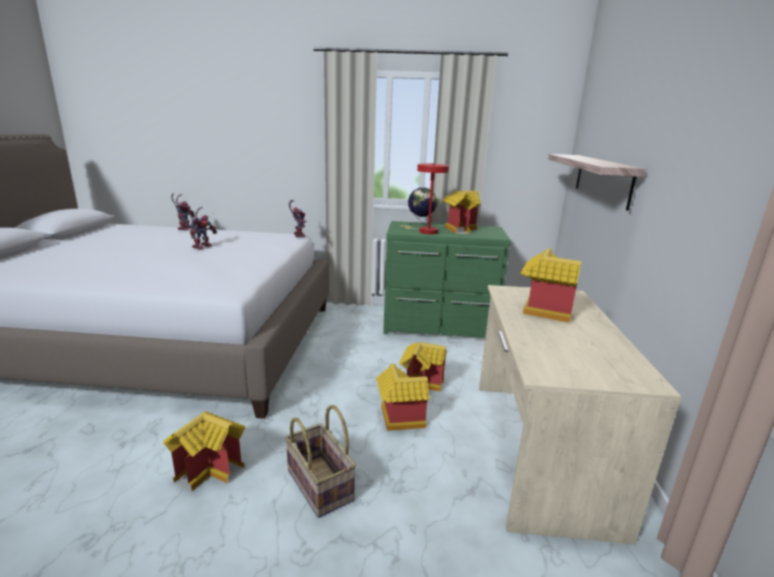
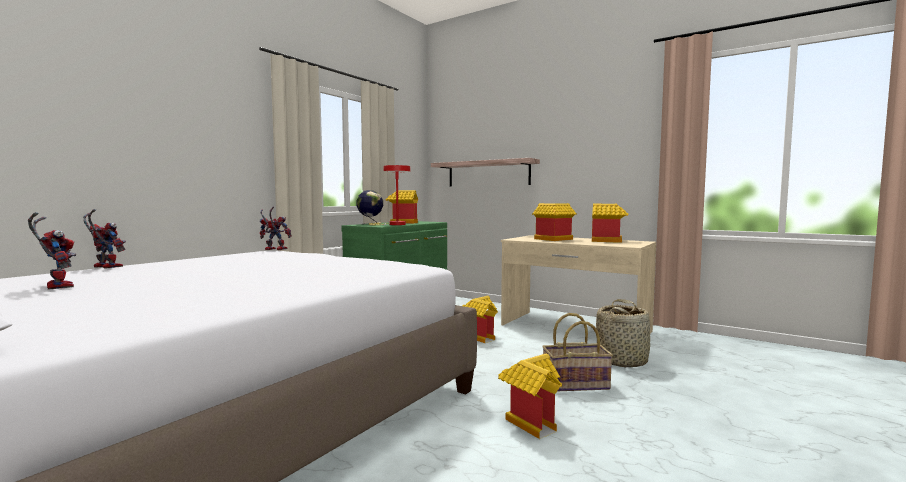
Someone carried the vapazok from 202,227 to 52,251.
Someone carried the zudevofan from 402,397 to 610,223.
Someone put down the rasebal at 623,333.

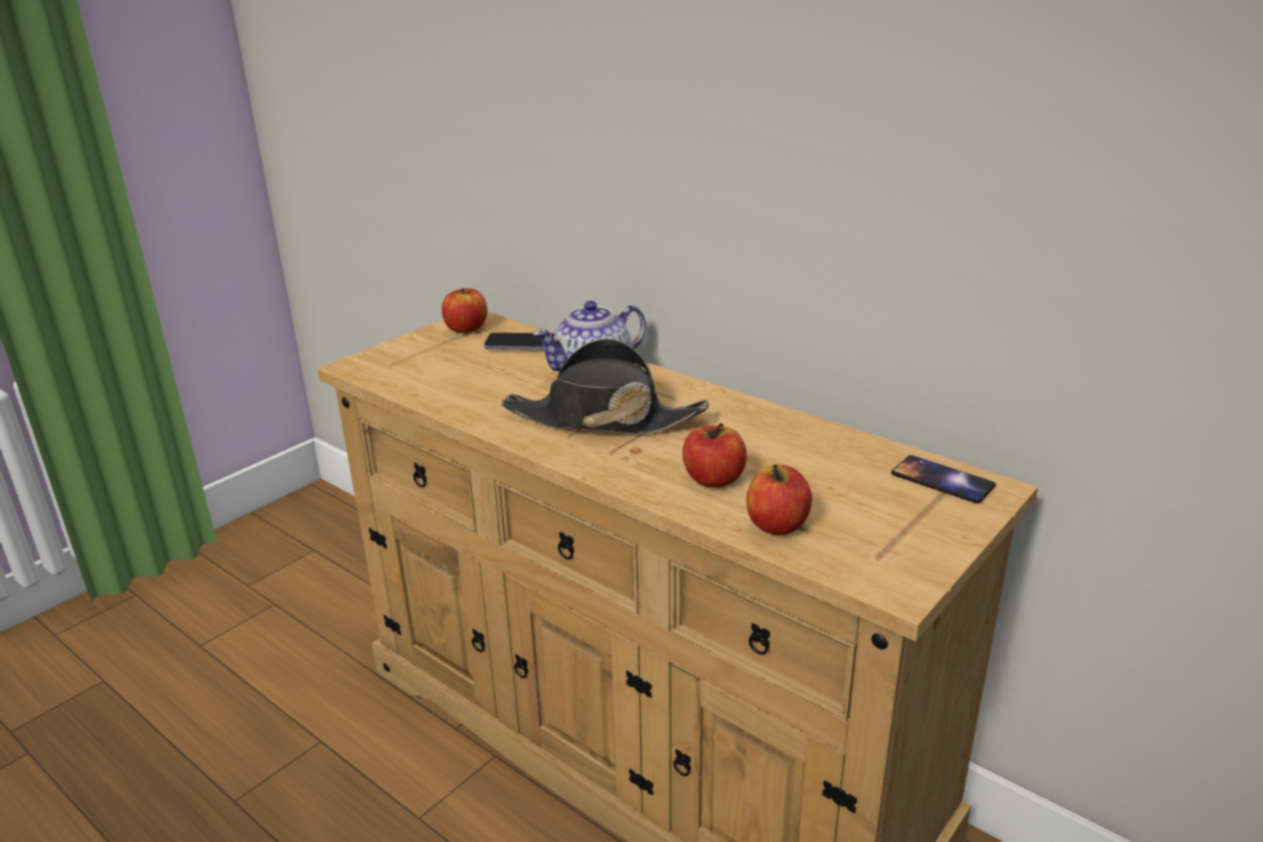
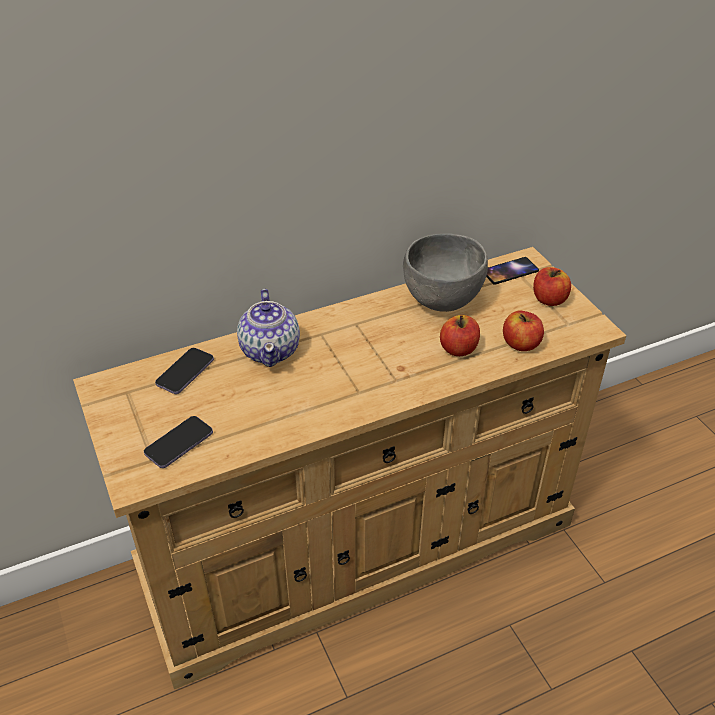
Someone carried the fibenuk from 464,310 to 552,286.
Someone took away the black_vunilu at 605,386.
Someone put down the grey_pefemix at 445,272.
Someone put down the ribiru at 178,442.

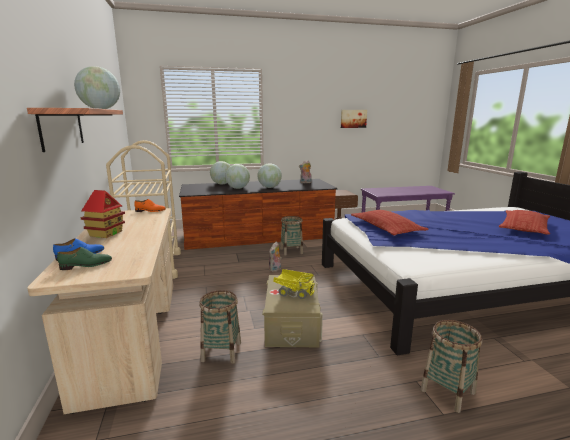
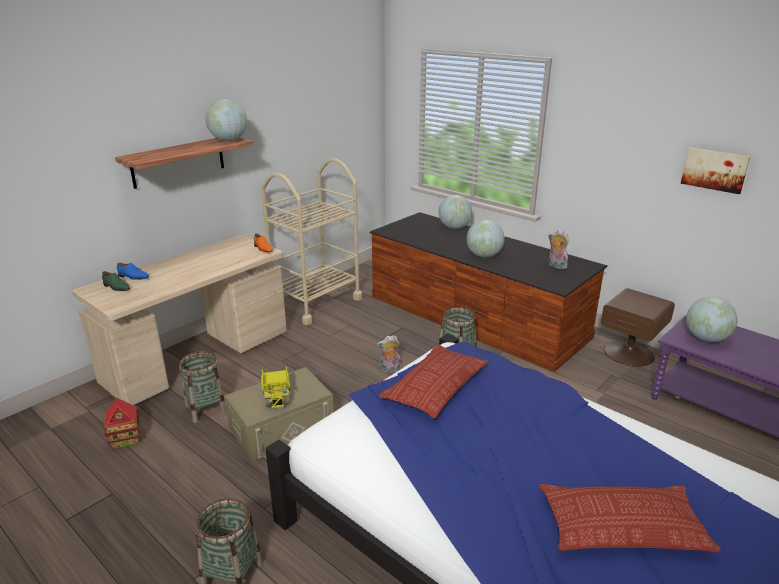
Someone carried the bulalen from 237,176 to 711,319.
Someone carried the zudevofan from 102,214 to 122,423.

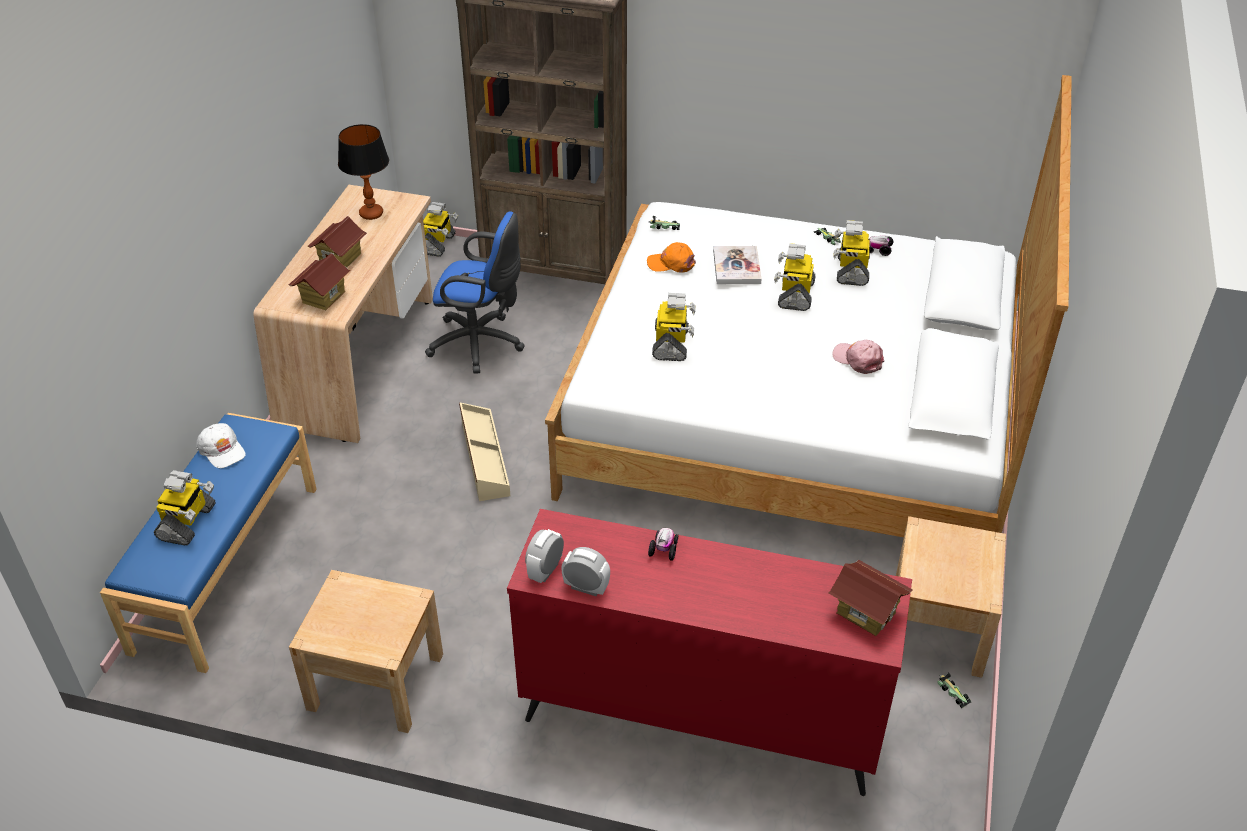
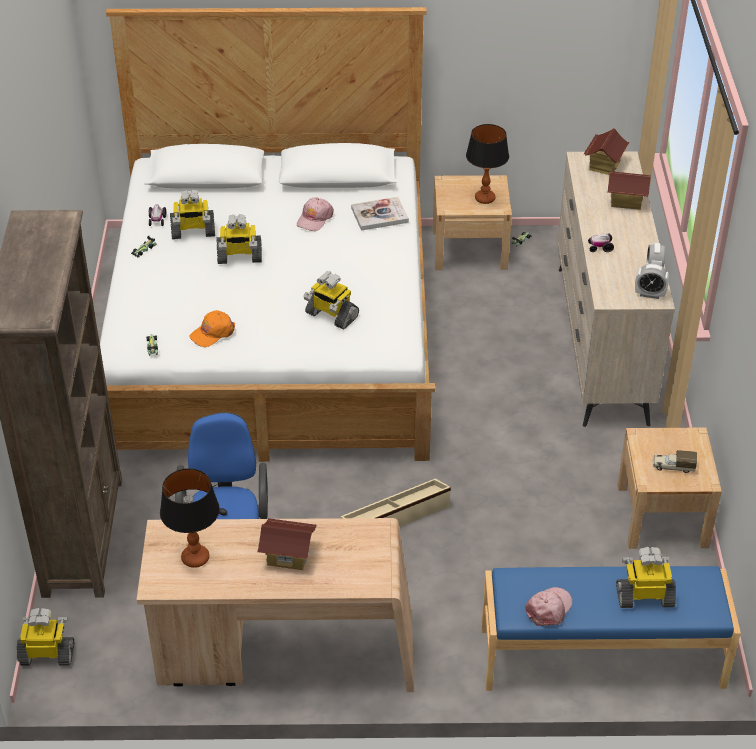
Someone rotated the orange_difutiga at 671,257 by 60 degrees clockwise.
Someone carried the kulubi from 737,265 to 380,214.
Someone carried the zudevofan from 320,281 to 629,190.
Someone rotated the vapazok at 674,327 by 135 degrees counterclockwise.
Someone repainted the white_difutiga at 221,445, which became the pink_difutiga at 548,606.
Someone repainted the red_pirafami at 709,652, which became the beige_pirafami at 616,289.
Someone put down the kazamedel at 487,164.
Someone put down the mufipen at 674,461.

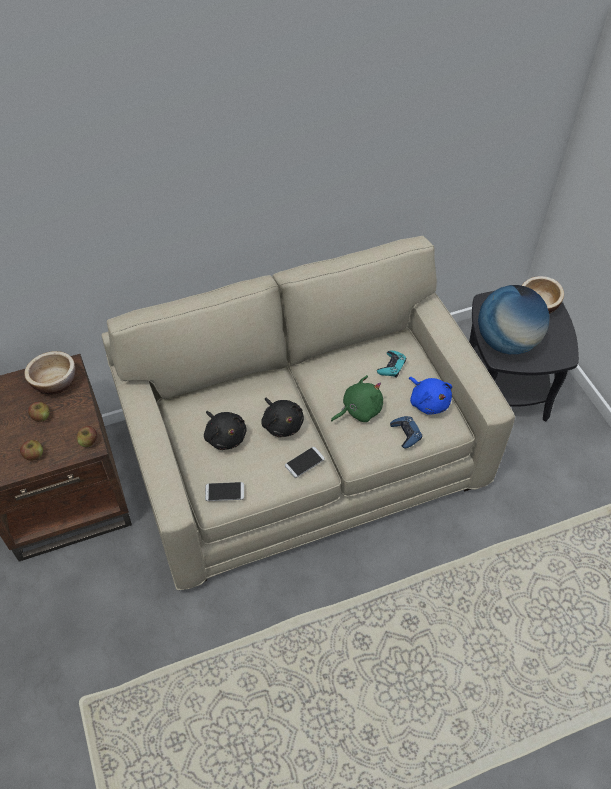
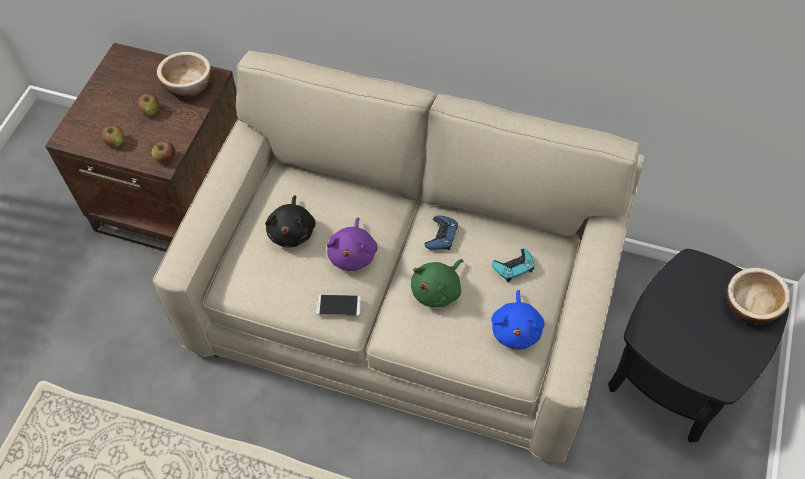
Someone took away the bulalen at 514,319.
Someone rotated the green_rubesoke at 357,398 by 120 degrees clockwise.
Someone repainted the black_rubesoke at 282,417, which became the purple_rubesoke at 352,244.
Someone carried the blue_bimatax from 406,432 to 441,232.
Someone took away the ribiru at 224,491.

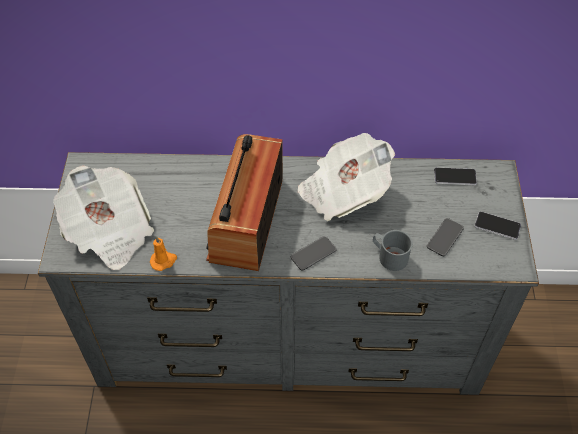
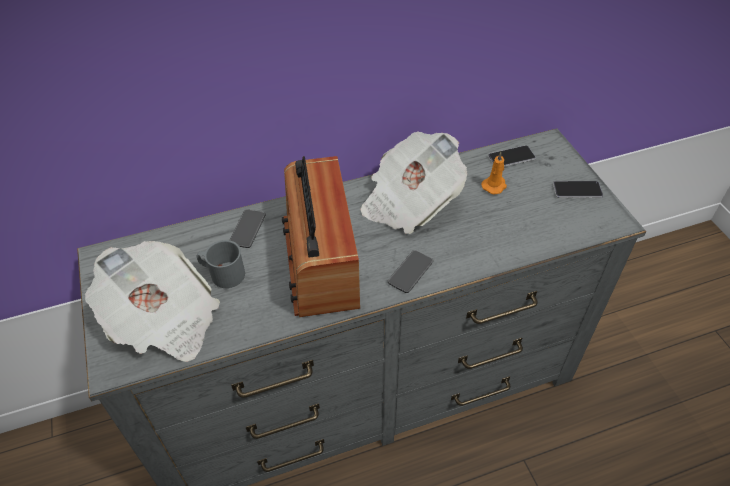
Someone carried the ribiru from 445,237 to 247,228.
Someone carried the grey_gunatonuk from 393,250 to 220,264.
Someone carried the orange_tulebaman from 163,253 to 494,173.

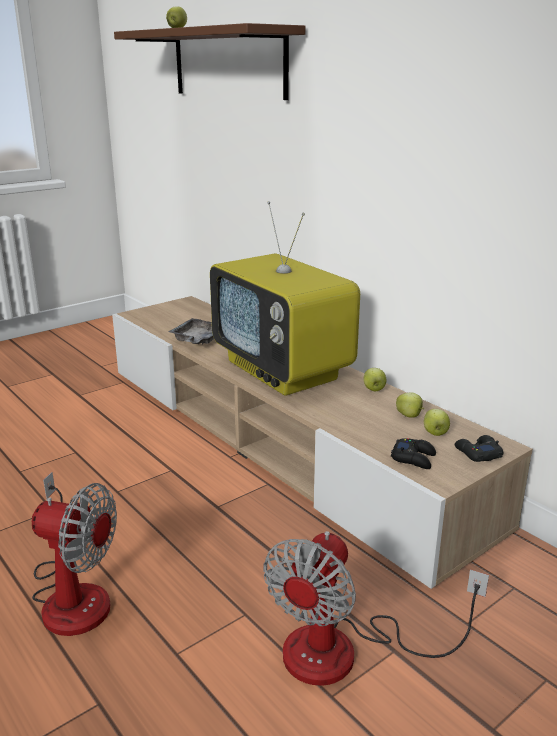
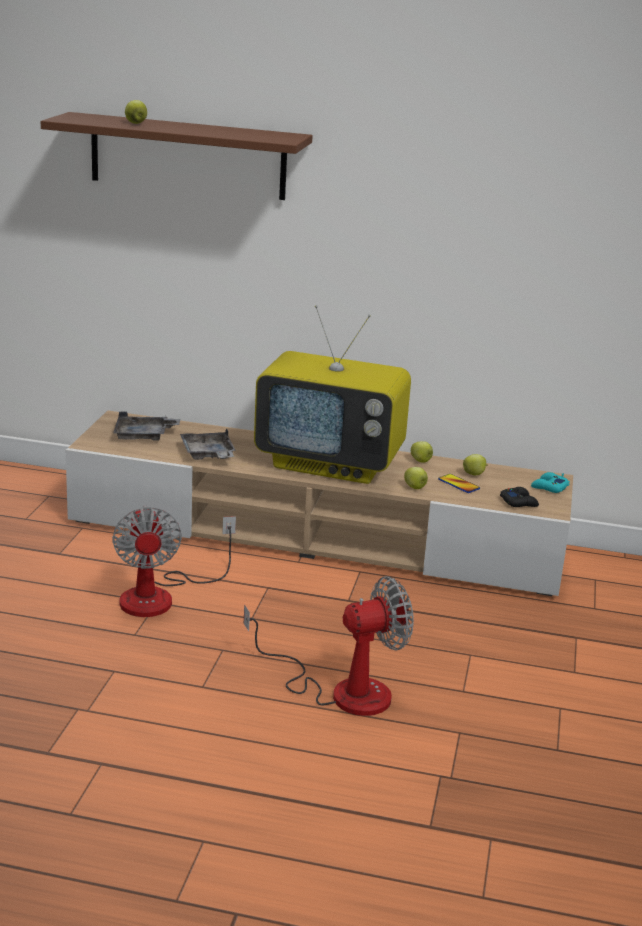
Someone carried the fibenuk from 437,422 to 416,478.
Someone repainted the black_bimatax at 479,448, which became the turquoise_bimatax at 550,482.
Someone carried the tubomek from 376,608 to 174,561.
Someone put down the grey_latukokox at 146,426.
Someone put down the ribiru at 459,483.

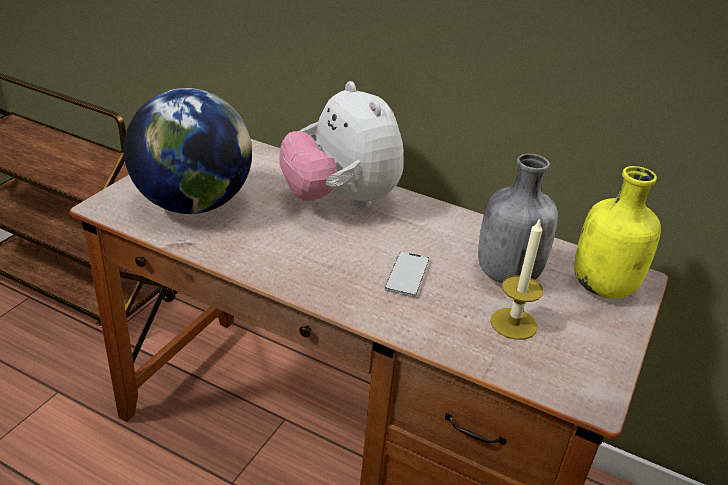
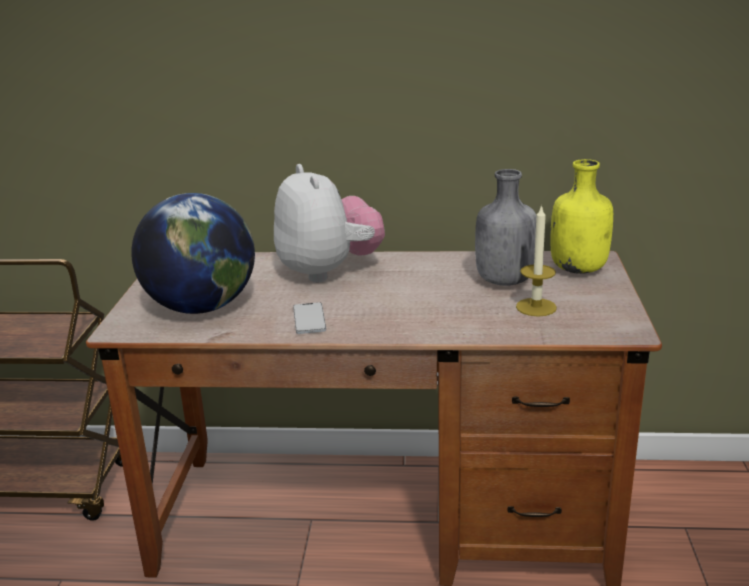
Someone rotated the rubesoke at 341,144 by 150 degrees counterclockwise.
Someone carried the ribiru from 407,274 to 309,318.

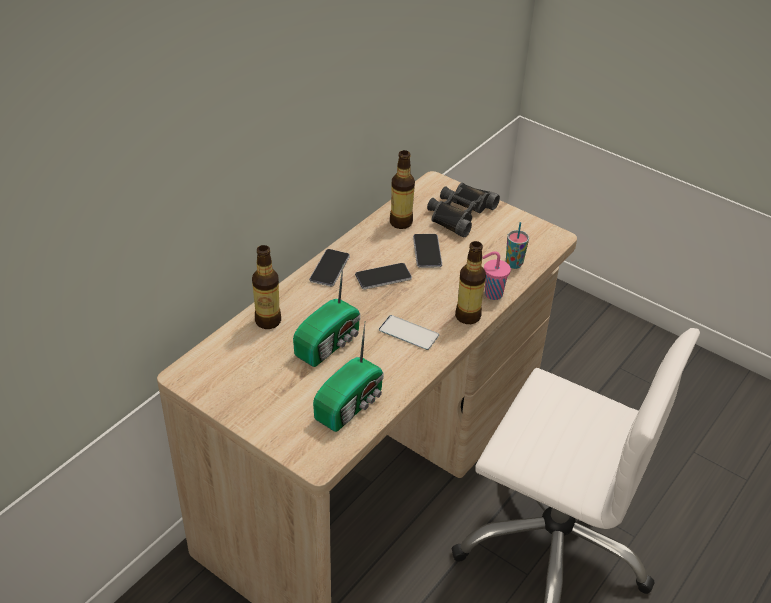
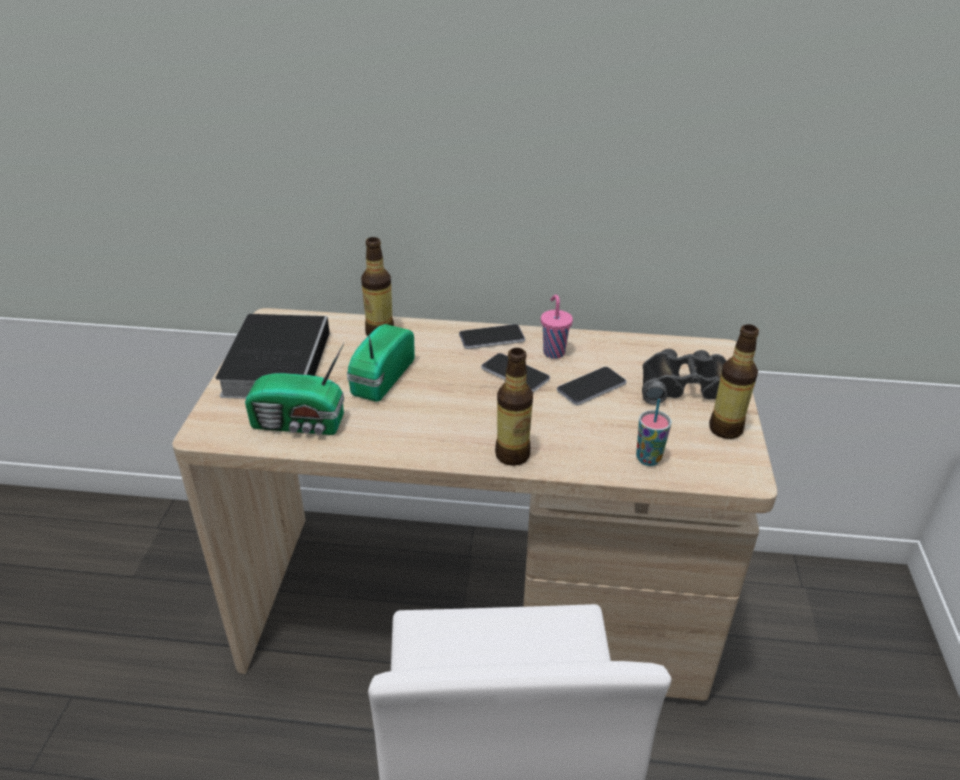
Someone carried the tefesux from 402,189 to 734,381.
Someone carried the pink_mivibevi from 496,275 to 557,327.
Someone rotated the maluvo at 327,316 by 105 degrees clockwise.
Someone took away the ribiru at 409,332.
Someone put down the kulubi at 273,356.

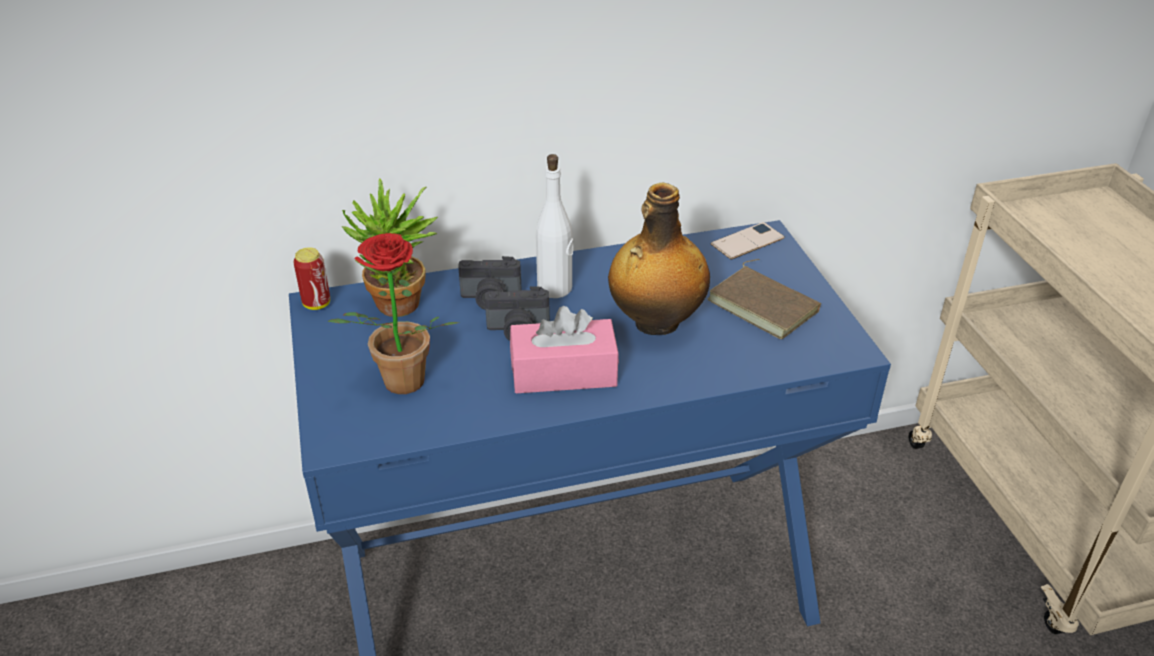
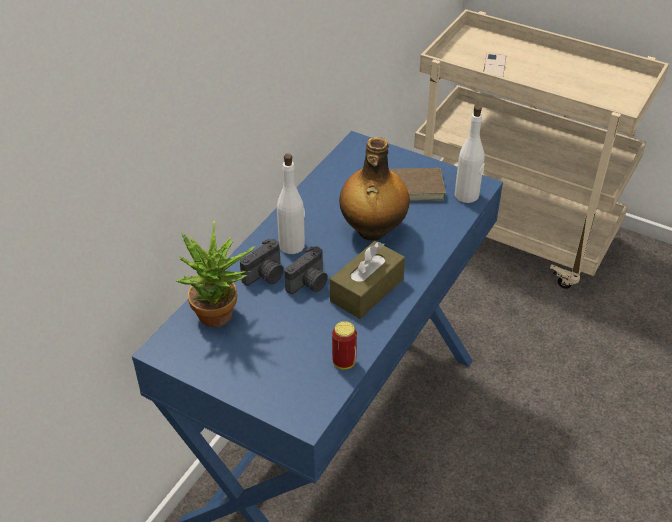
Someone carried the ribiru from 748,240 to 494,65.
Someone took away the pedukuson at 393,313.
Someone carried the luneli from 312,279 to 344,345.
Someone repainted the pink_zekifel at 564,350, which became the brown_zekifel at 367,280.
Someone put down the white_tefesux at 469,154.

